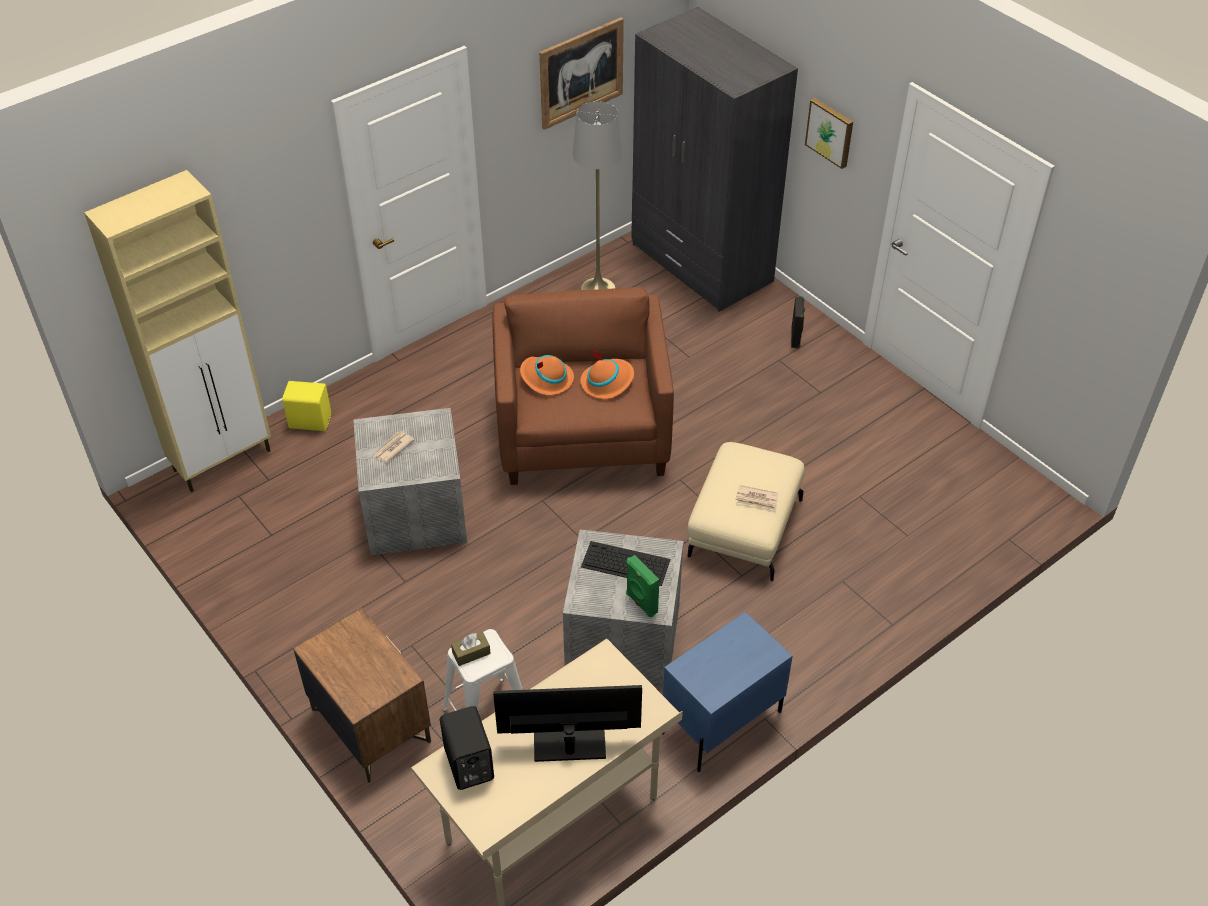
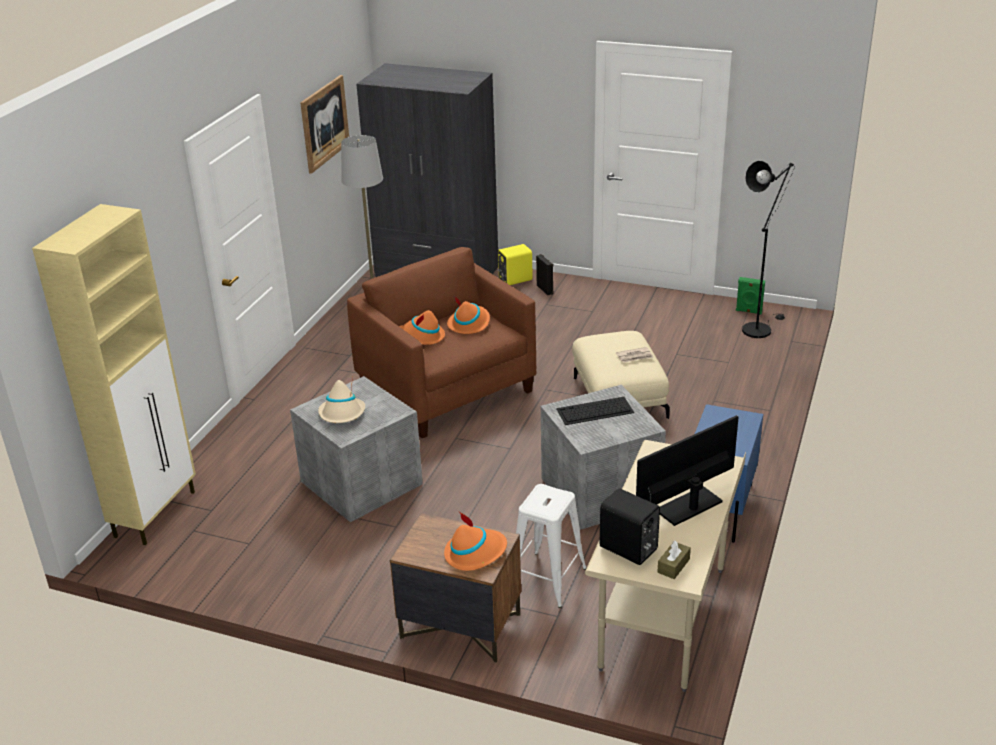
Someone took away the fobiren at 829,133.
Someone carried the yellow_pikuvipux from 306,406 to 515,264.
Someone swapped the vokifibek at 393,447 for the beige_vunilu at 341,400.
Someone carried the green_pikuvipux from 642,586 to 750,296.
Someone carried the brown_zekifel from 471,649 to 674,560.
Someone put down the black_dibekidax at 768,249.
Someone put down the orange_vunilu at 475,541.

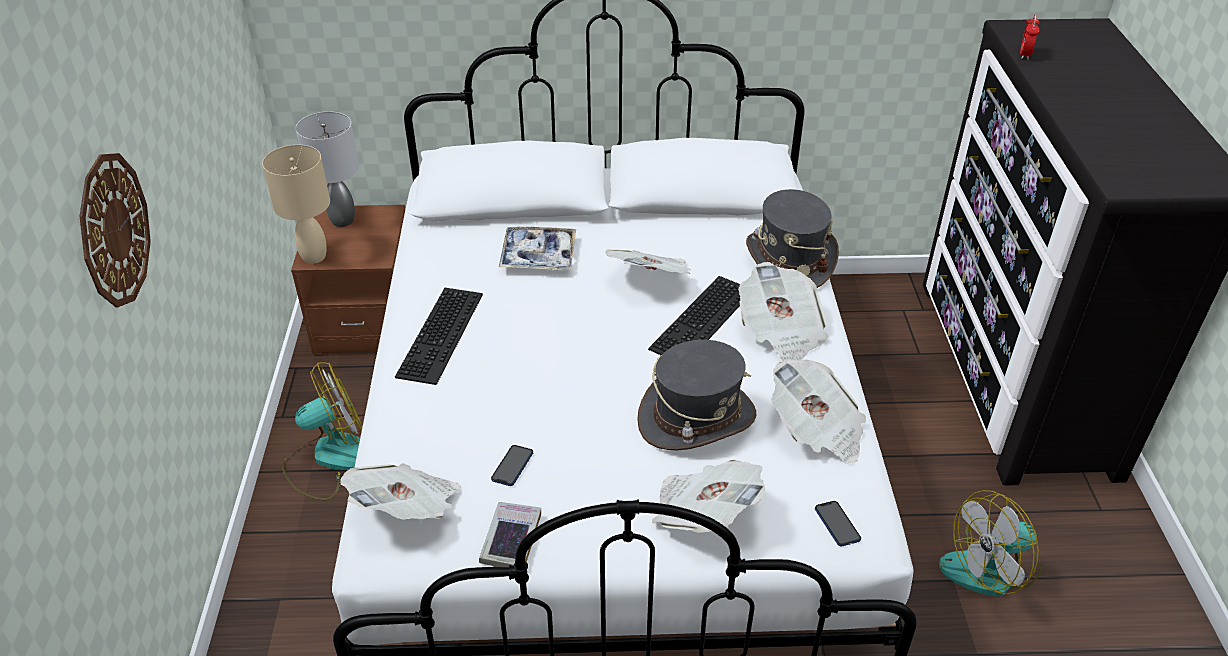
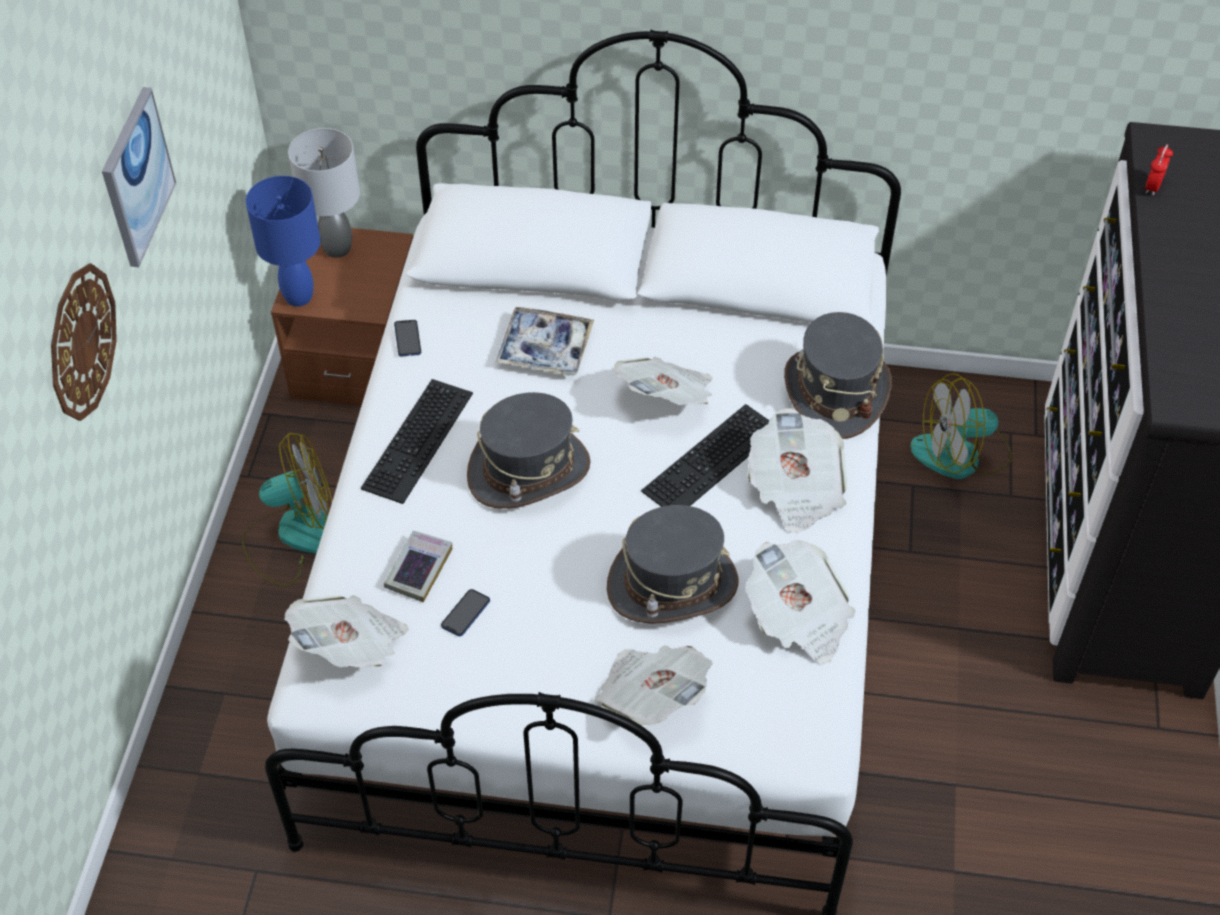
Someone repainted the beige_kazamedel at 296,204, which became the blue_kazamedel at 283,241.
Someone carried the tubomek from 990,543 to 961,426.
Someone carried the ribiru from 838,524 to 407,338.
Someone carried the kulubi from 510,534 to 418,566.
Someone put up the fobiren at 139,177.
Someone put down the grey_vunilu at 529,450.

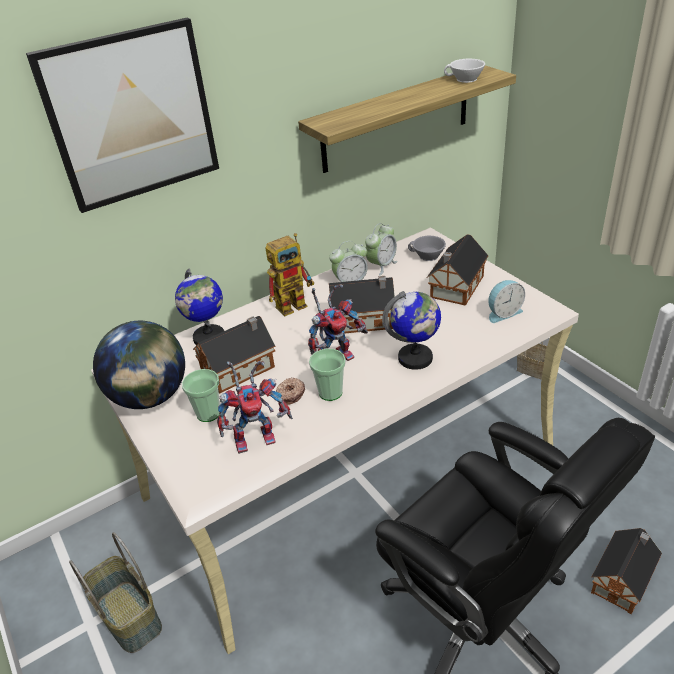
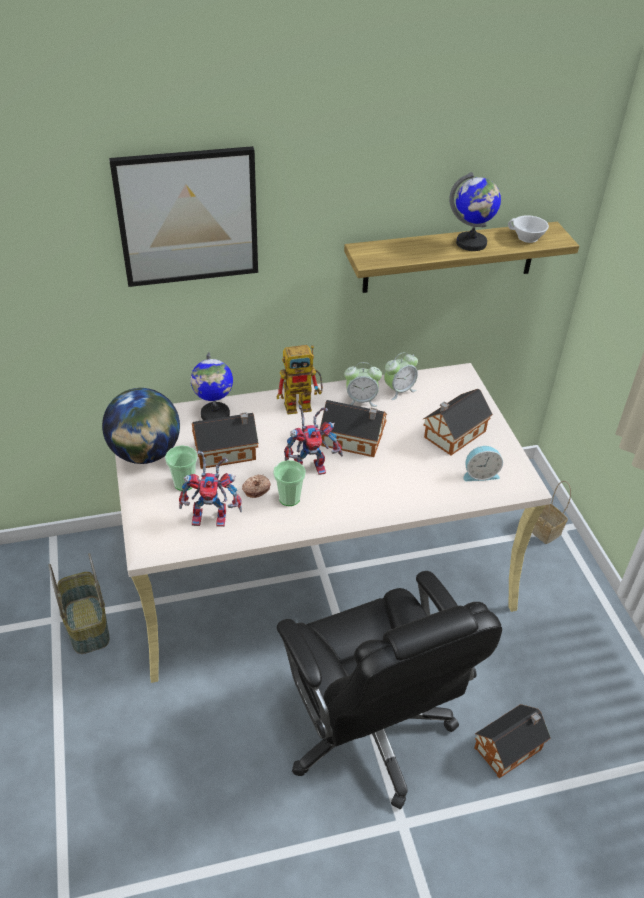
Someone took away the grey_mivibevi at 427,248.
Someone carried the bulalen from 411,330 to 475,211.

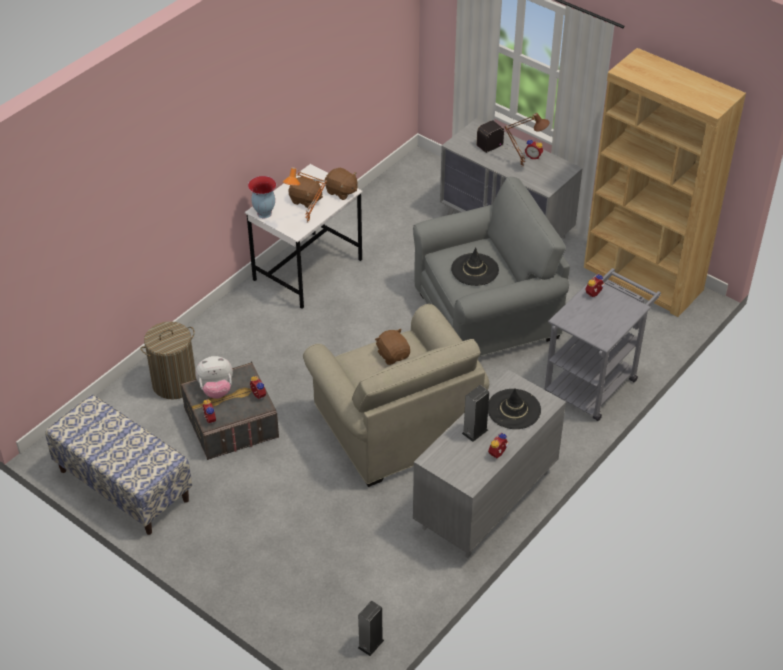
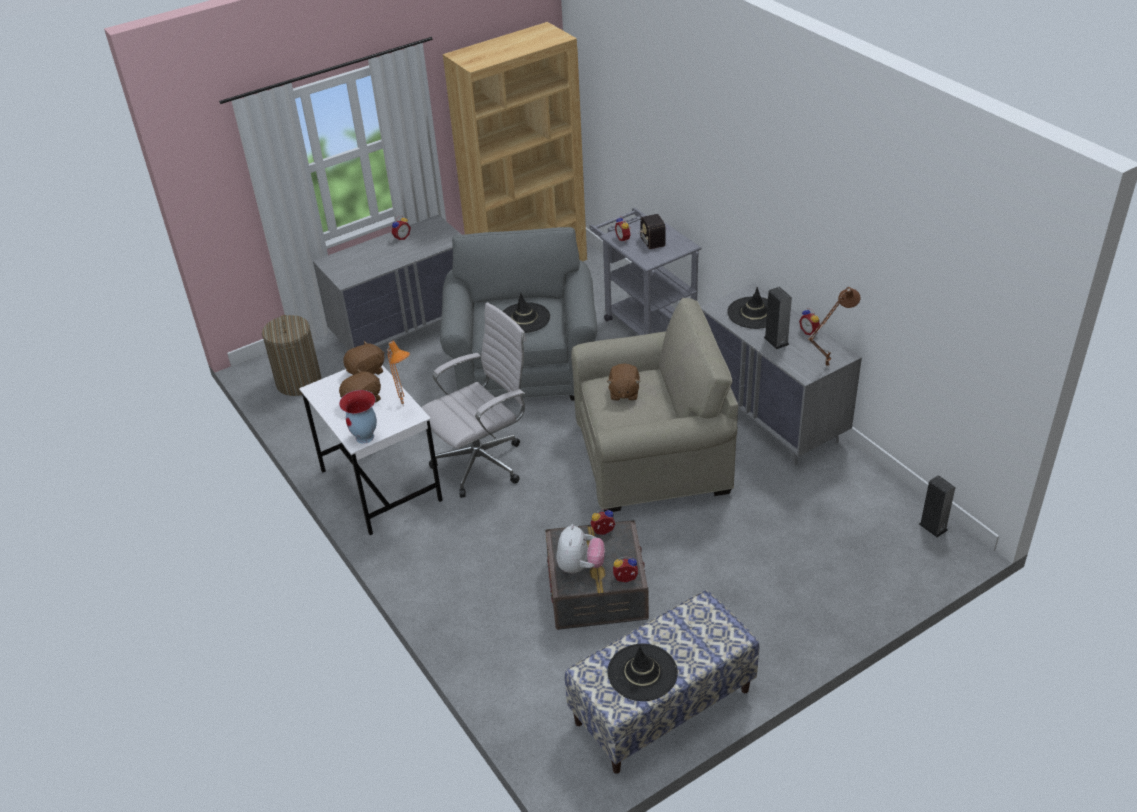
Someone carried the brown_kazamedel from 527,140 to 834,327.
Someone carried the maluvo from 494,136 to 651,232.
Someone carried the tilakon from 168,360 to 291,355.
Someone rotated the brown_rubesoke at 392,347 by 75 degrees counterclockwise.
Someone put down the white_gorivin at 473,400.
Someone put down the black_vunilu at 642,672.

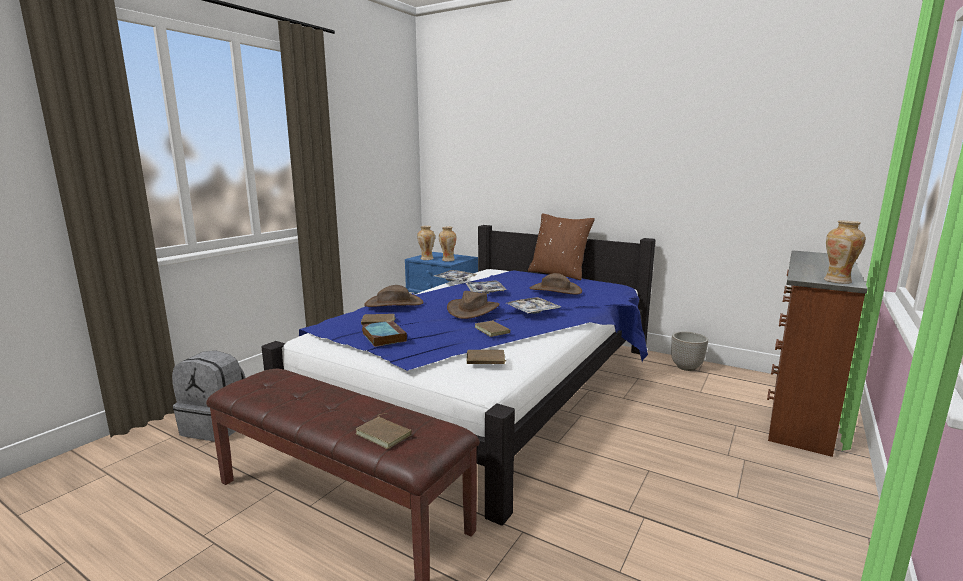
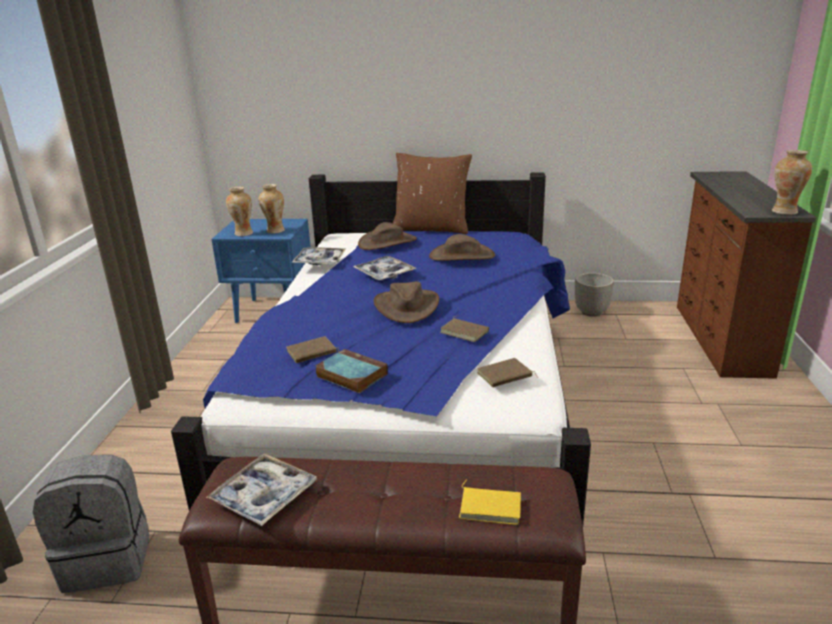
Someone carried the brown_vunilu from 394,296 to 387,236.
Someone carried the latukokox from 534,305 to 261,489.
Someone repainted the brown_kulubi at 384,431, which became the yellow_kulubi at 490,502.

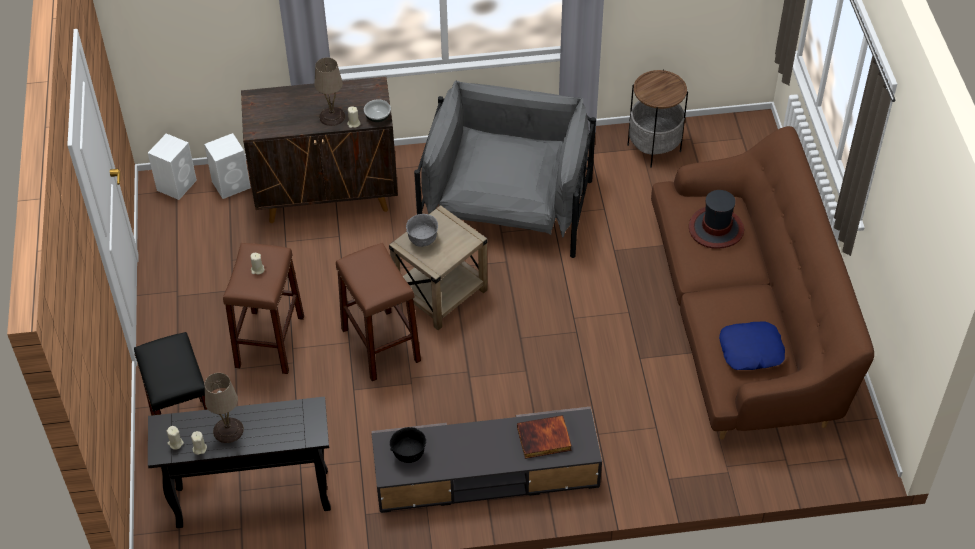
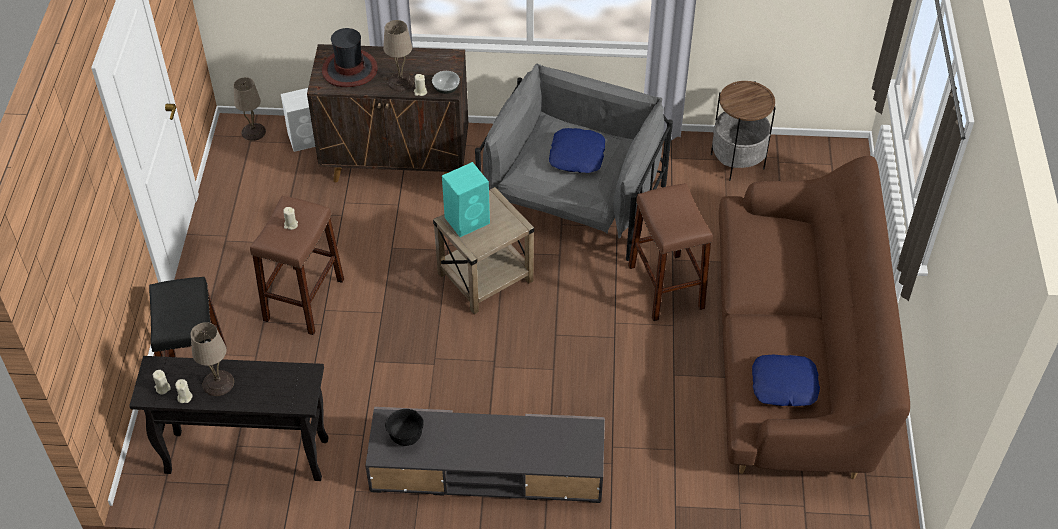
Someone swapped the white_pikuvipux at 172,166 for the beige_kazamedel at 250,109.
Someone carried the vunilu from 716,219 to 350,57.
Someone swapped the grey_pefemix at 422,230 for the turquoise_pikuvipux at 466,199.
Someone carried the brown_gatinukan from 378,312 to 670,252.
Someone took away the kulubi at 544,437.
Someone put down the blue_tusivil at 577,150.

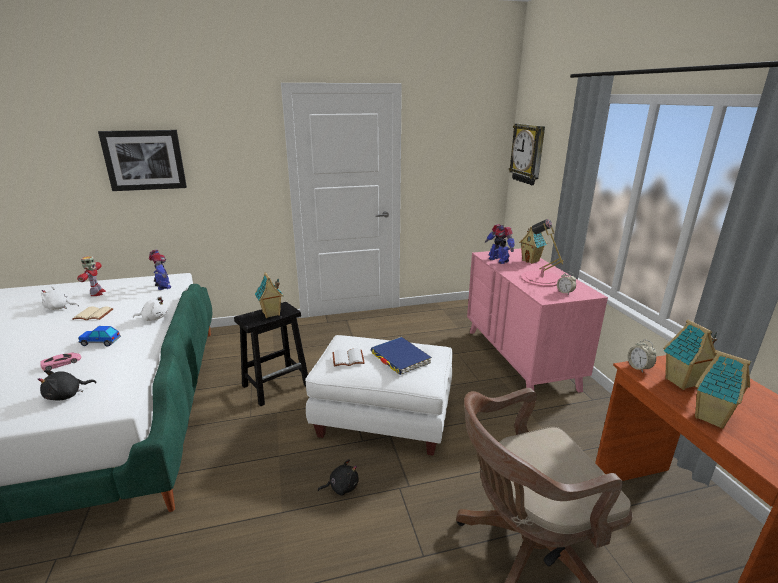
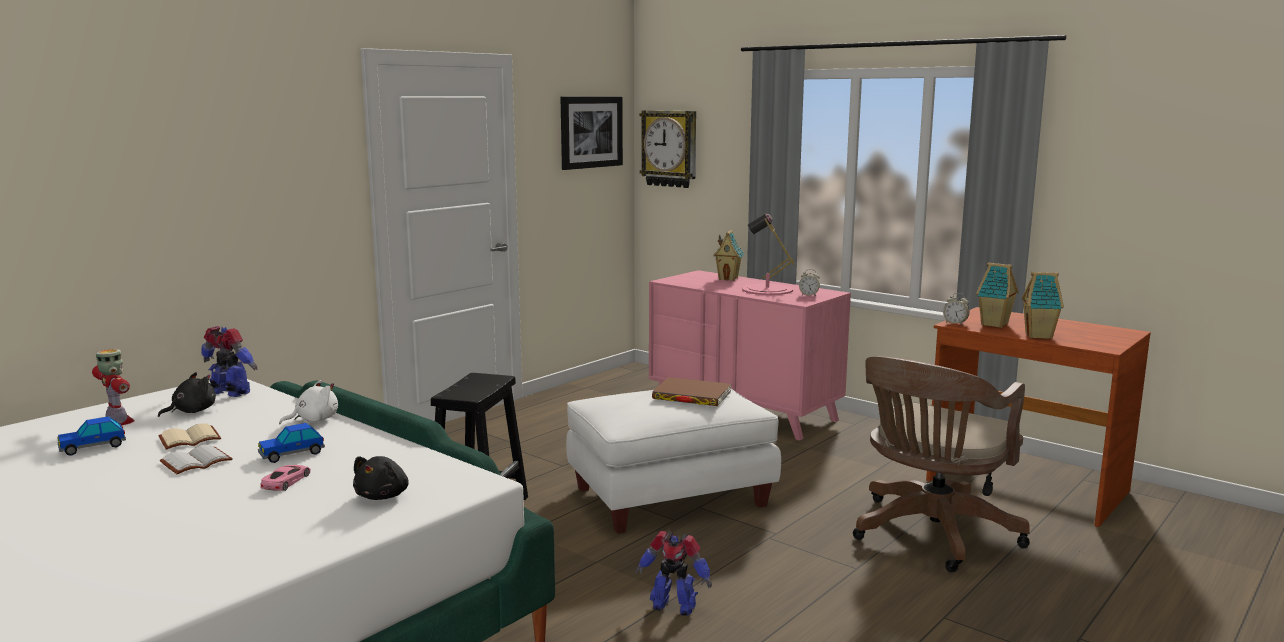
Someone carried the fobiren from 142,160 to 591,133.
Someone carried the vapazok from 500,244 to 673,573.
Someone took away the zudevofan at 269,295.
Someone swapped the white_rubesoke at 60,298 for the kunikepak at 91,436.
Someone repainted the blue_kulubi at 401,356, which became the brown_kulubi at 692,391.
Someone carried the white_kulubi from 348,357 to 196,459.
Someone carried the black_rubesoke from 338,477 to 187,394.

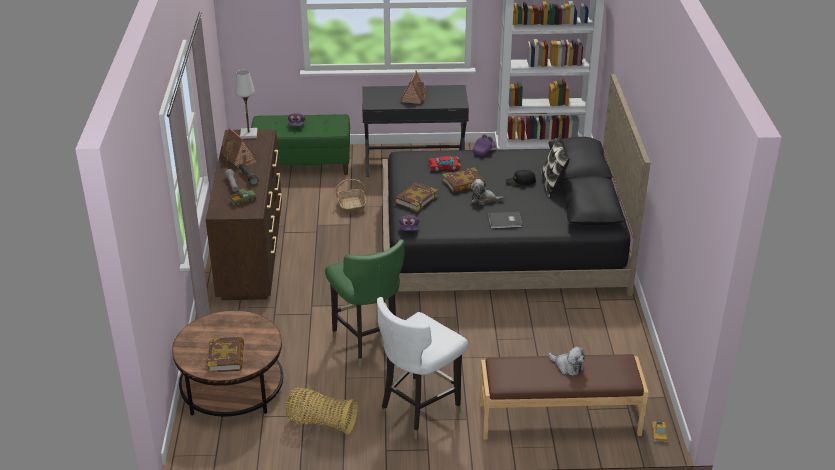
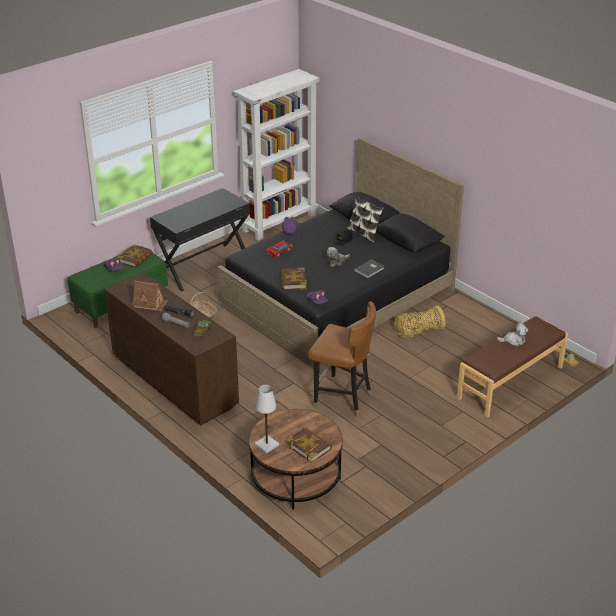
Someone carried the white_kazamedel from 246,104 to 267,419.
Someone took away the zudevofan at 414,87.
Someone carried the kulubi from 463,180 to 135,255.
Someone repainted the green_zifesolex at 364,303, which became the brown_zifesolex at 342,359.
Someone took away the white_zifesolex at 423,368.
Someone carried the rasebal from 322,411 to 419,321.

